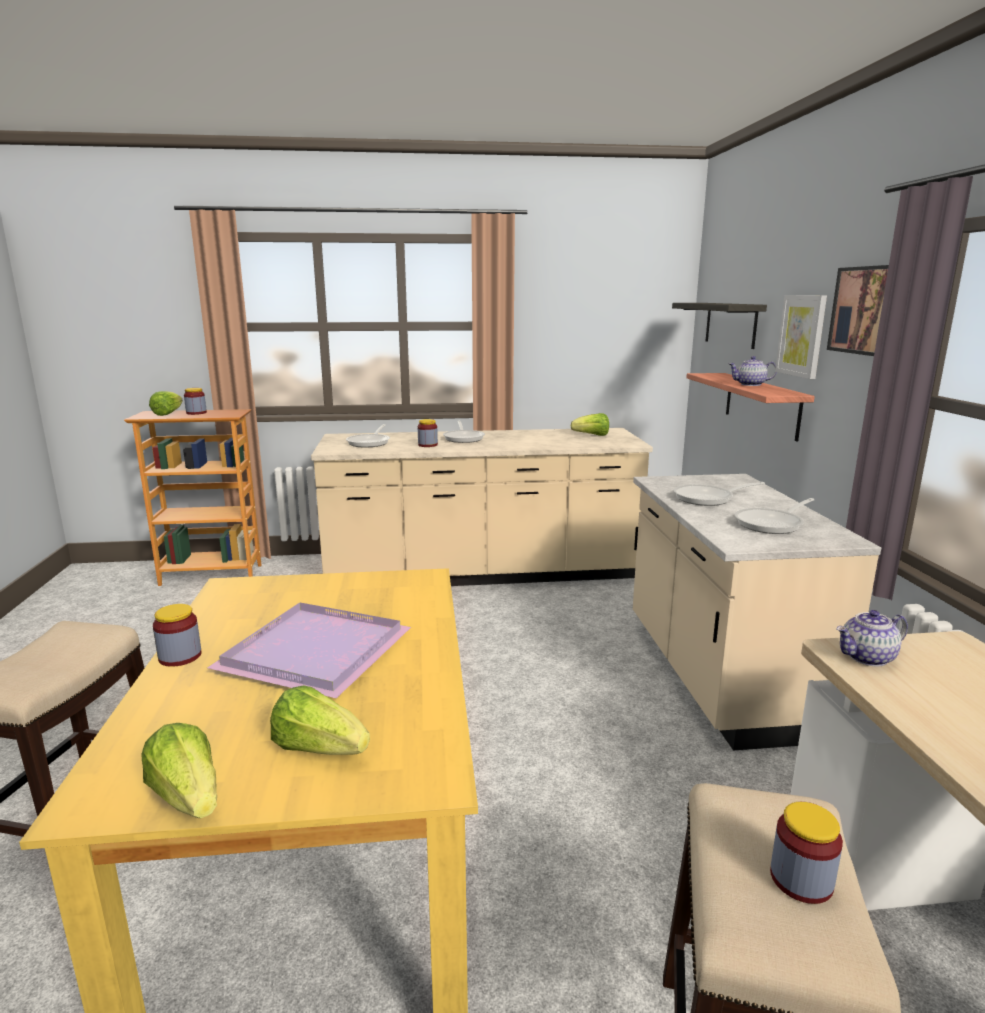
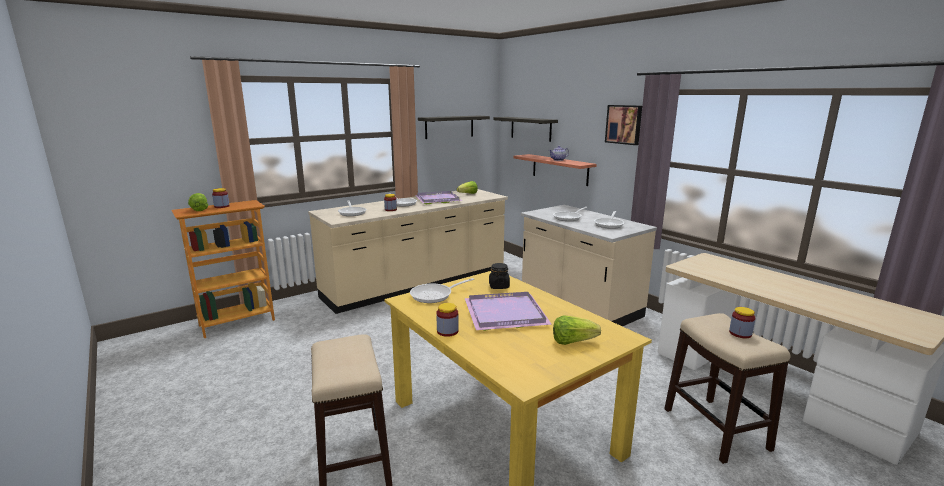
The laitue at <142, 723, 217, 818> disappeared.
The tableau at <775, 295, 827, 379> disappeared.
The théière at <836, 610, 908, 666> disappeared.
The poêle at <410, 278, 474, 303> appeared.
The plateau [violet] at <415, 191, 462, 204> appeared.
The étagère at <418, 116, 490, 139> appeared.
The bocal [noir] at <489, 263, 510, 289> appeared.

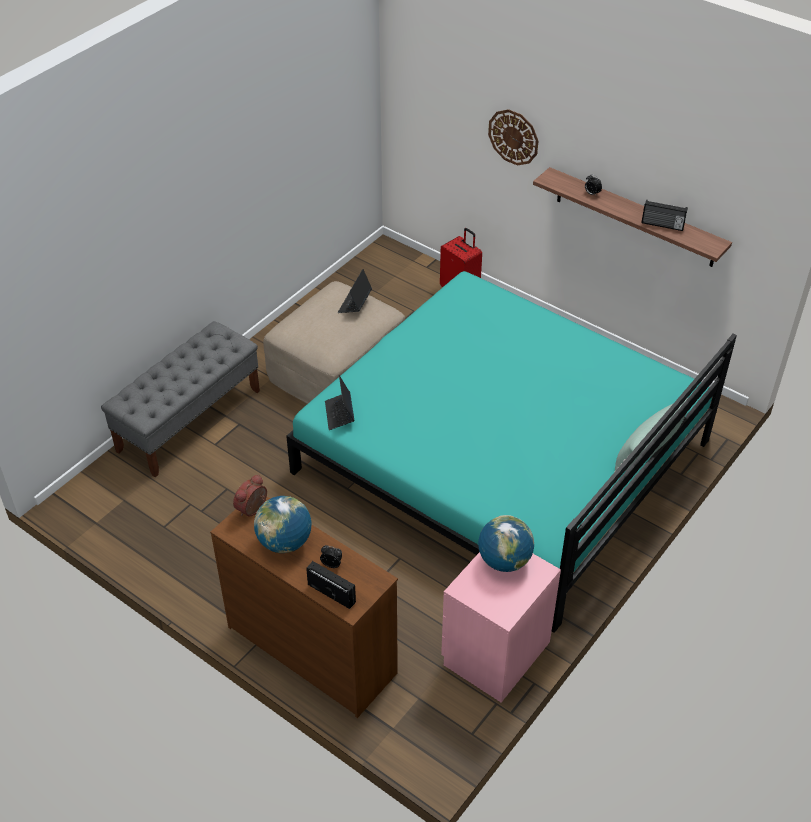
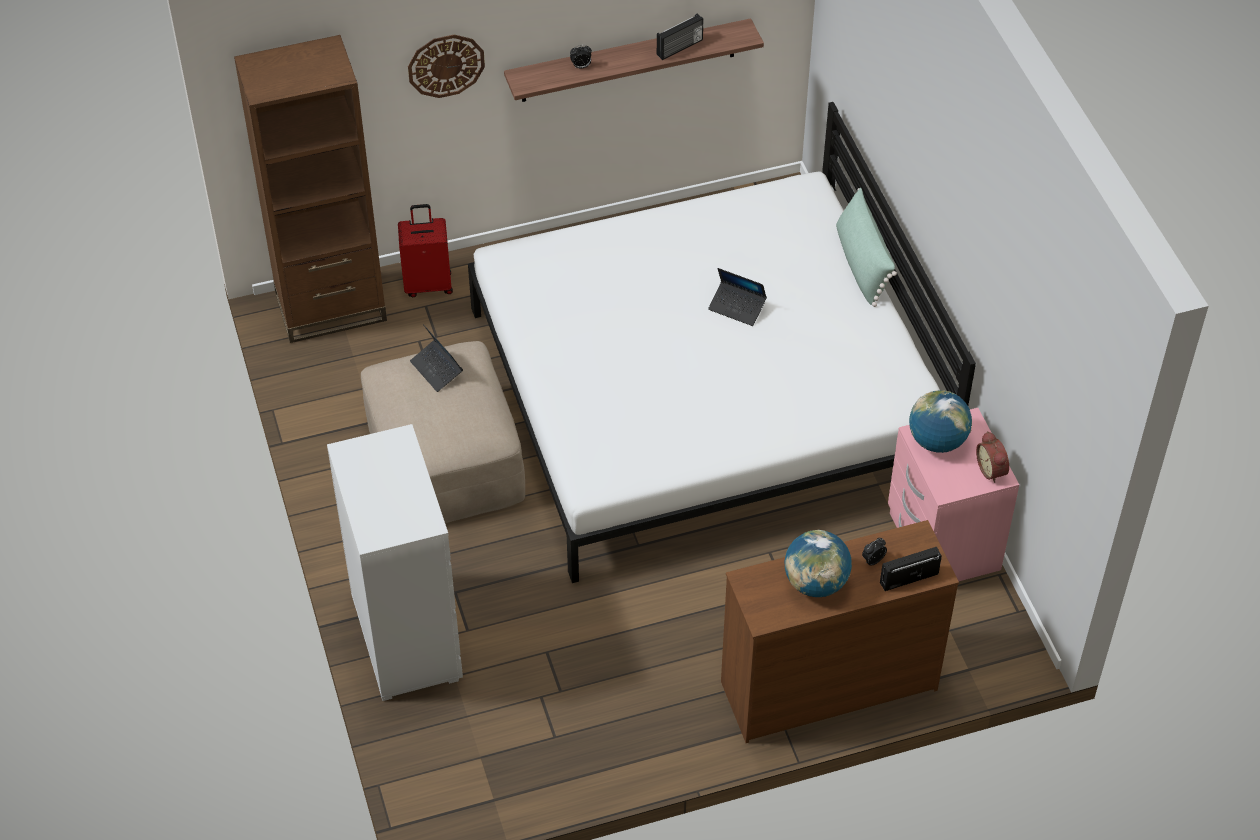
The banc [gris] at <101, 321, 260, 477> was replaced by the commode [blanc] at <327, 424, 463, 701>.
The réveil moved from <233, 475, 267, 516> to <976, 431, 1009, 483>.
The lit [turquoise] at <286, 271, 737, 633> became the lit [blanc] at <468, 102, 976, 583>.
The ordinateur portable moved from <325, 375, 355, 430> to <708, 268, 767, 326>.
The bibliothèque [marron] at <234, 35, 387, 343> appeared.

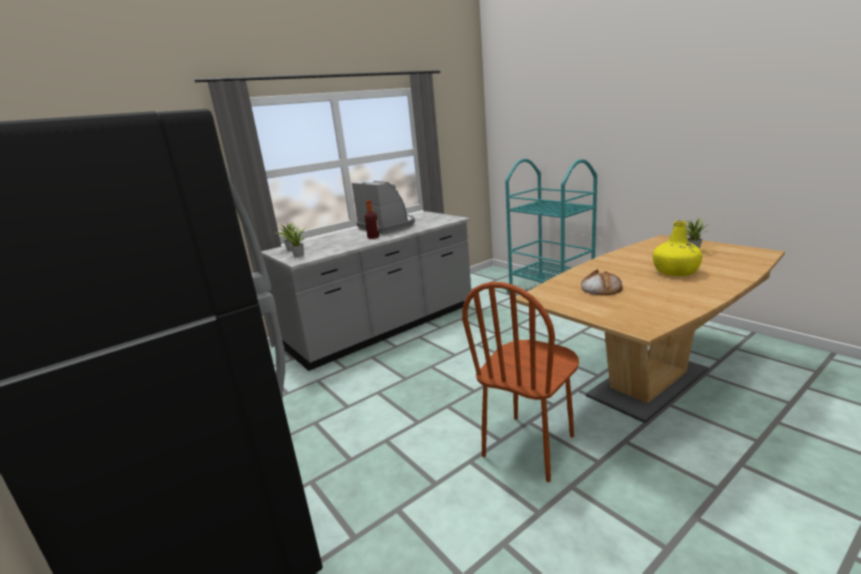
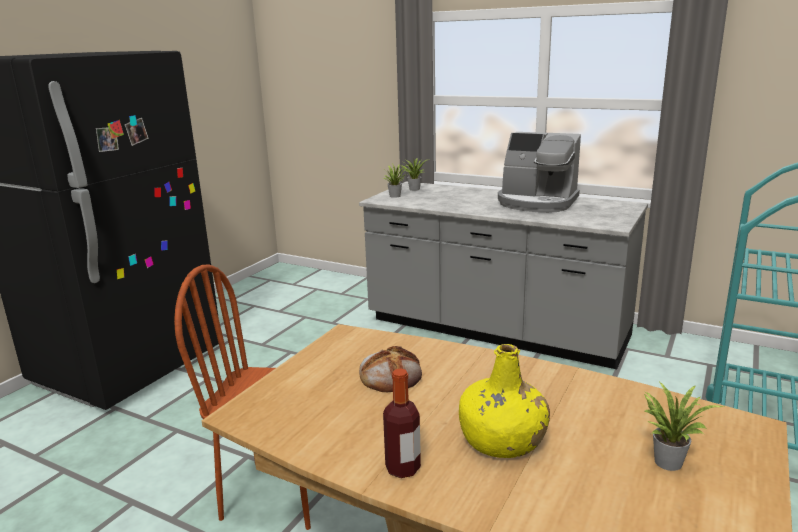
The machine à café at <352, 181, 415, 234> turned 90 degrees clockwise.
The bouteille moved from <365, 200, 379, 239> to <383, 368, 421, 478>.

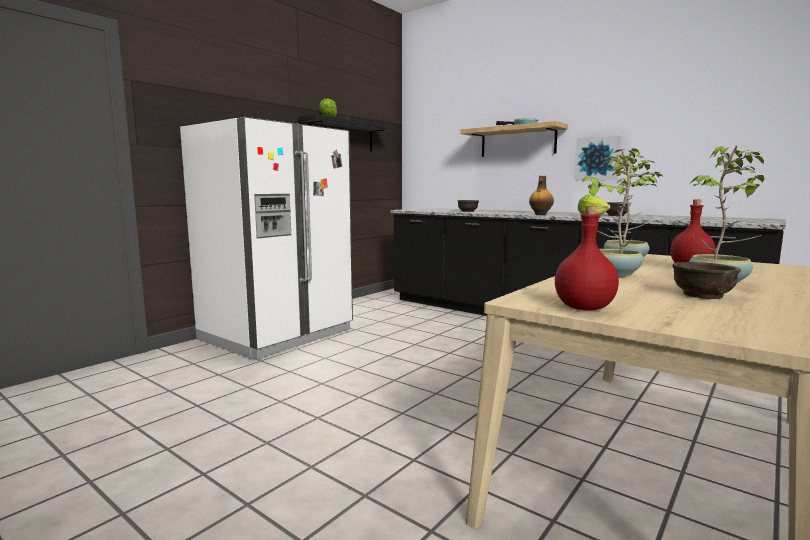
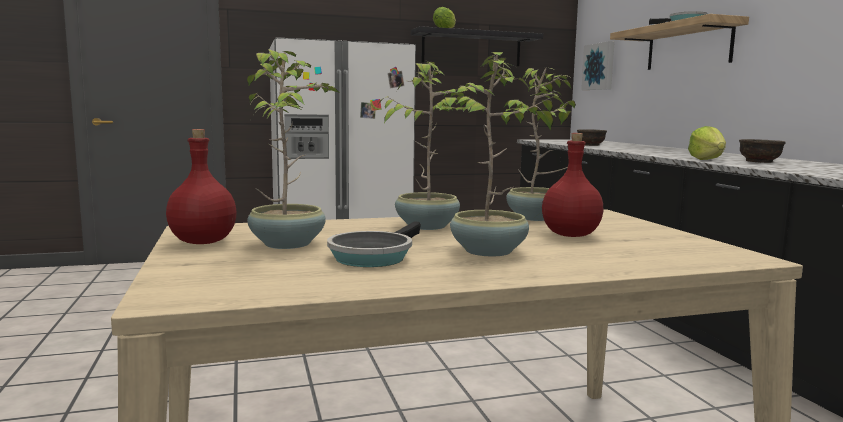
The bouteille at <529, 176, 554, 215> disappeared.
The tableau moved from <574, 136, 622, 181> to <581, 41, 615, 90>.
The bol [marron] at <672, 262, 741, 299> was replaced by the poêle at <327, 221, 421, 267>.
The plante en pot at <247, 49, 338, 249> appeared.

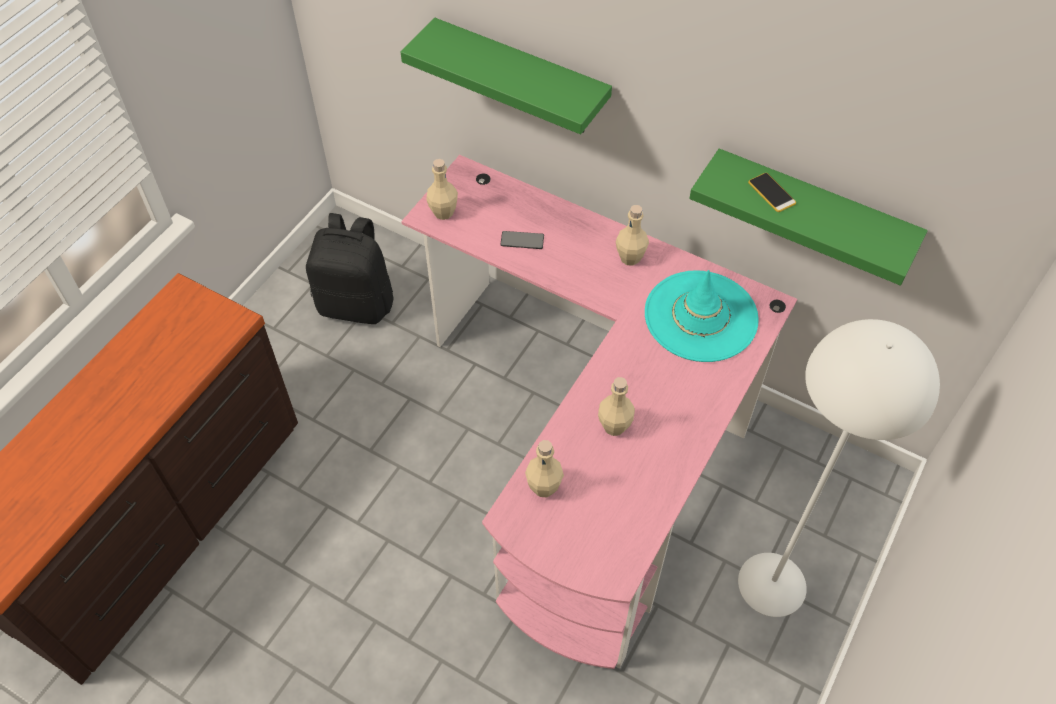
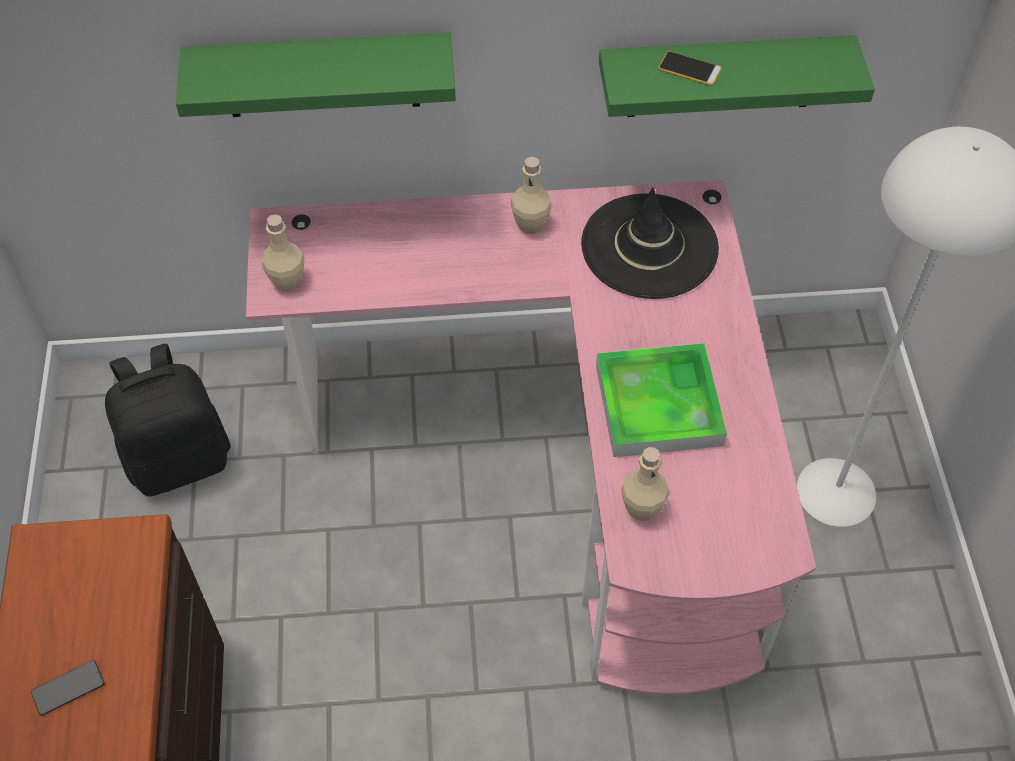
The téléphone moved from <500, 231, 544, 249> to <31, 660, 104, 716>.
The bouteille [beige] at <598, 377, 635, 436> was replaced by the plateau at <596, 343, 727, 457>.
The chapeau [turquoise] at <645, 270, 759, 362> became the chapeau [noir] at <581, 188, 719, 299>.

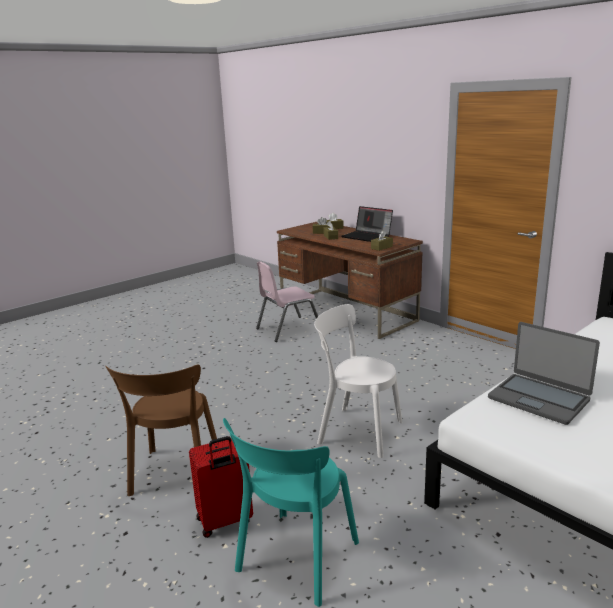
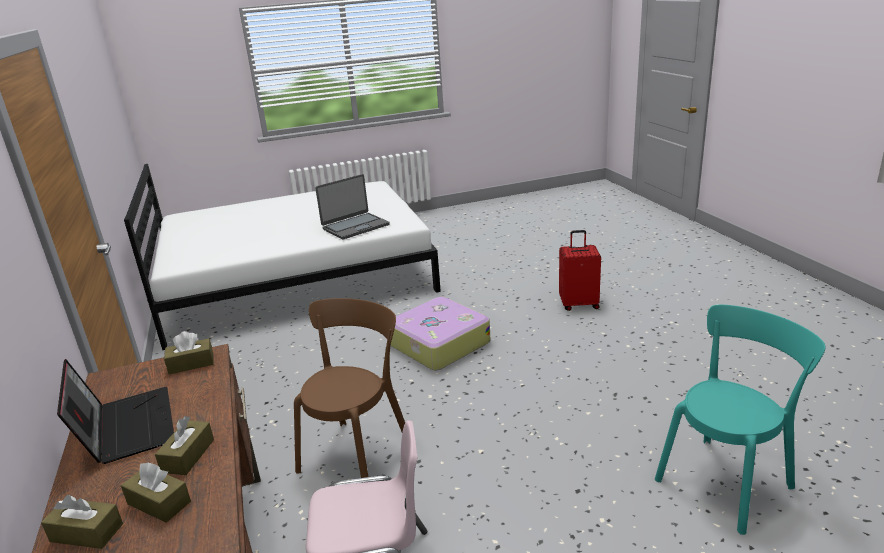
The chaise [marron] moved from <105, 364, 217, 496> to <294, 298, 405, 478>.
The chaise [turquoise] moved from <223, 418, 359, 607> to <655, 305, 826, 535>.
The chaise [blanc] at <314, 304, 402, 458> was replaced by the valise at <391, 297, 491, 370>.
The ordinateur portable at <488, 322, 600, 425> turned 75 degrees clockwise.

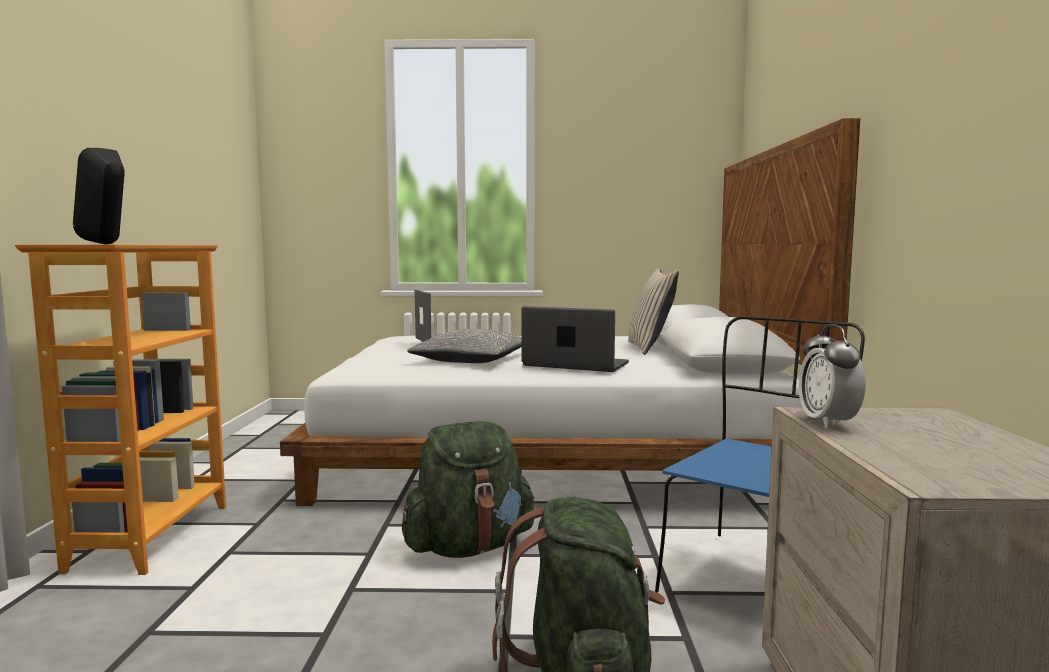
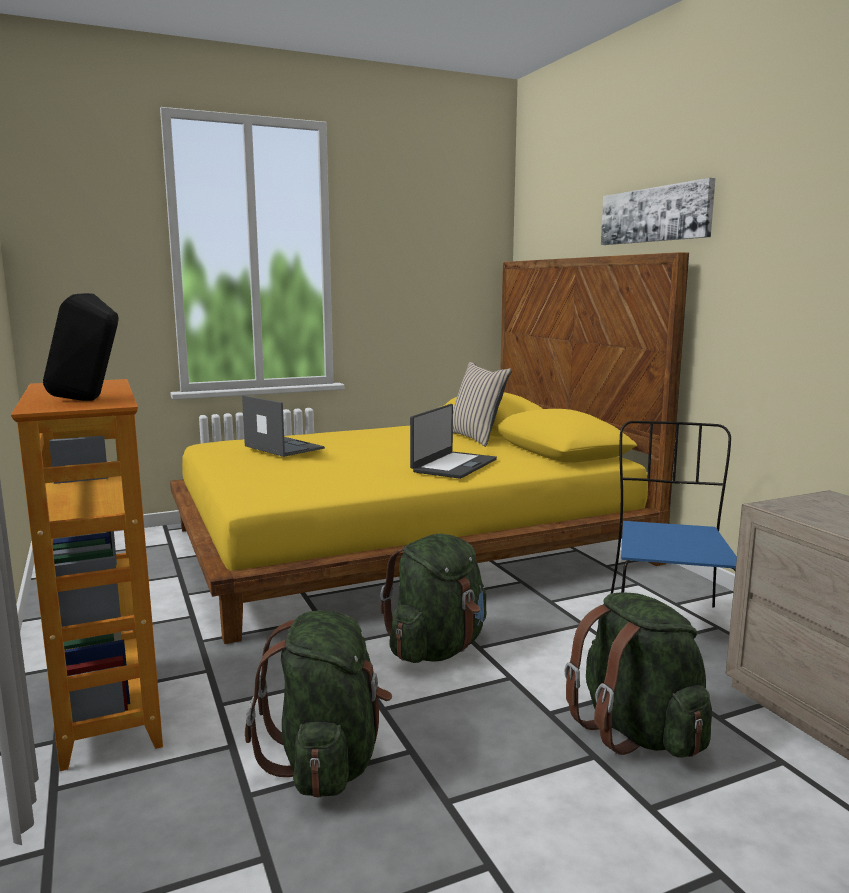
The lit [blanc] at <280, 118, 860, 506> became the lit [jaune] at <170, 252, 689, 644>.
The coussin [gris] at <407, 329, 522, 363> disappeared.
The ordinateur portable at <522, 306, 629, 372> turned 120 degrees clockwise.
The réveil at <798, 324, 866, 428> disappeared.
The sac à dos [vert] at <245, 610, 392, 798> appeared.
The tableau at <601, 178, 716, 245> appeared.

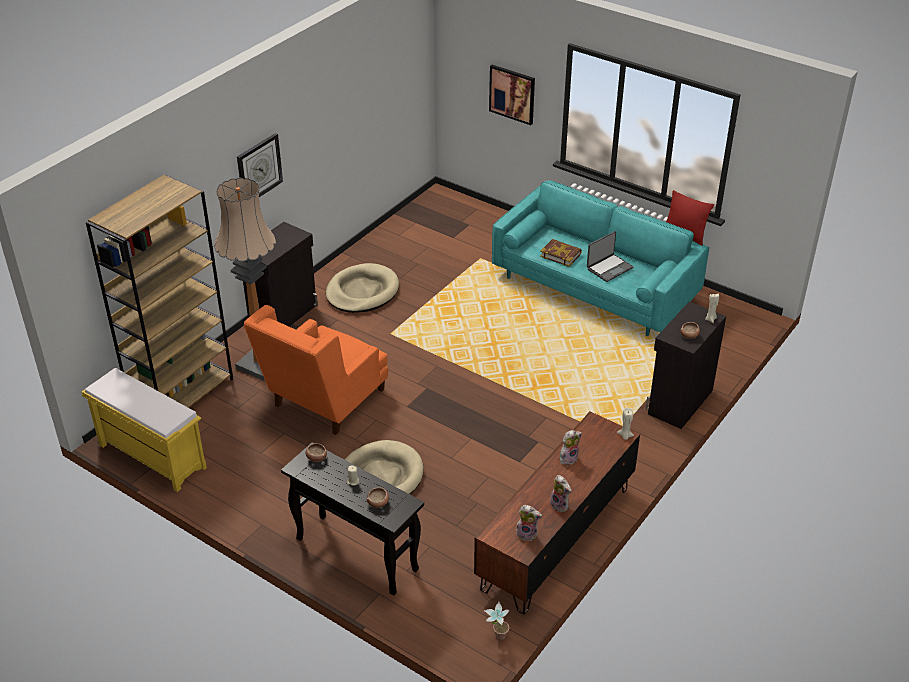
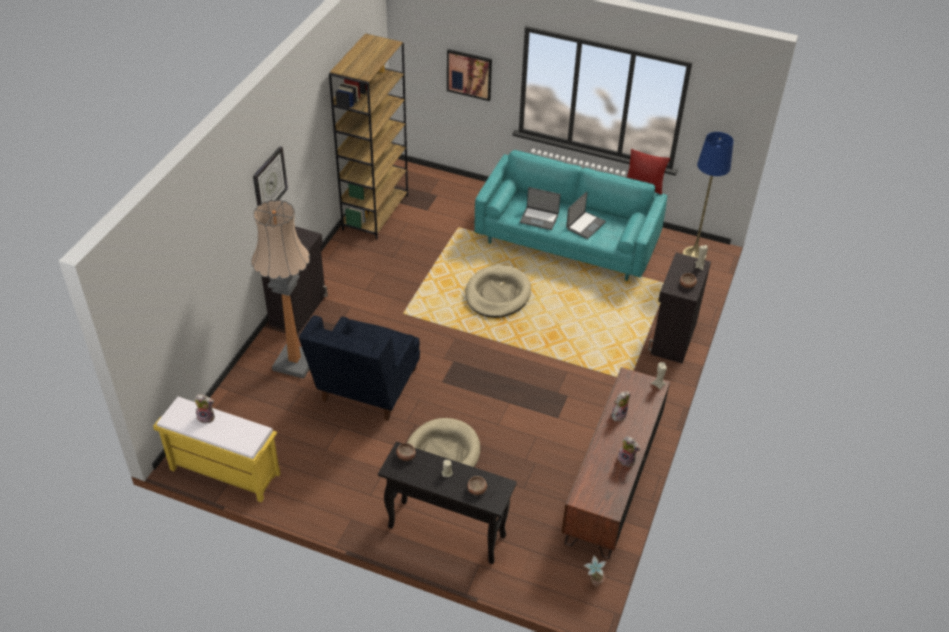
The bibliothèque [marron] moved from <86, 175, 233, 408> to <329, 34, 408, 240>.
The fauteuil [orange] at <244, 305, 388, 435> became the fauteuil [bleu] at <299, 315, 420, 420>.
The panier pour chien [beige] moved from <326, 263, 399, 313> to <465, 265, 531, 318>.
The peluche moved from <516, 505, 542, 541> to <194, 394, 215, 424>.
The livre at <540, 239, 582, 267> was replaced by the ordinateur portable at <520, 187, 561, 230>.
The lampadaire [bleu] at <682, 132, 734, 260> appeared.

